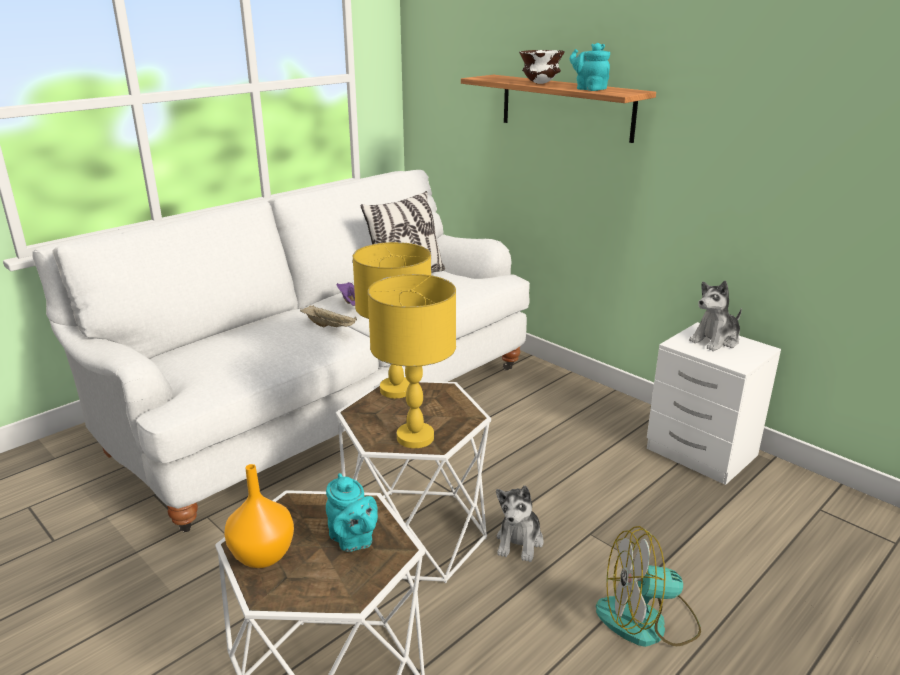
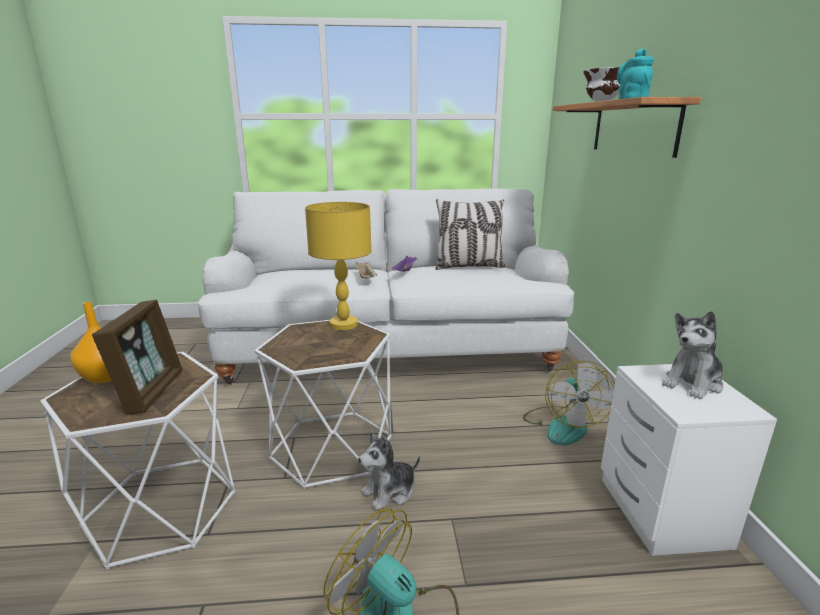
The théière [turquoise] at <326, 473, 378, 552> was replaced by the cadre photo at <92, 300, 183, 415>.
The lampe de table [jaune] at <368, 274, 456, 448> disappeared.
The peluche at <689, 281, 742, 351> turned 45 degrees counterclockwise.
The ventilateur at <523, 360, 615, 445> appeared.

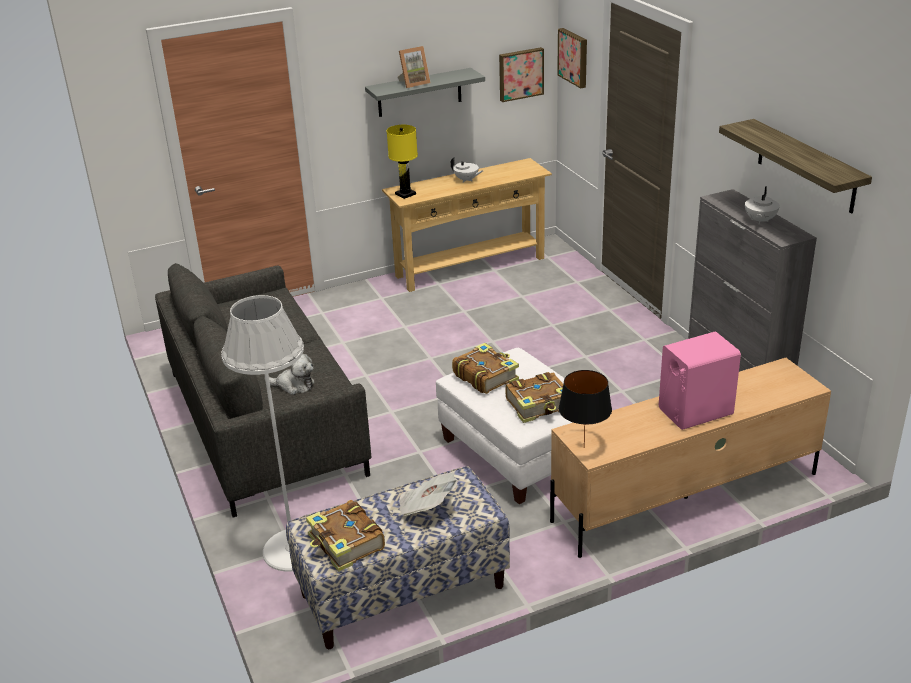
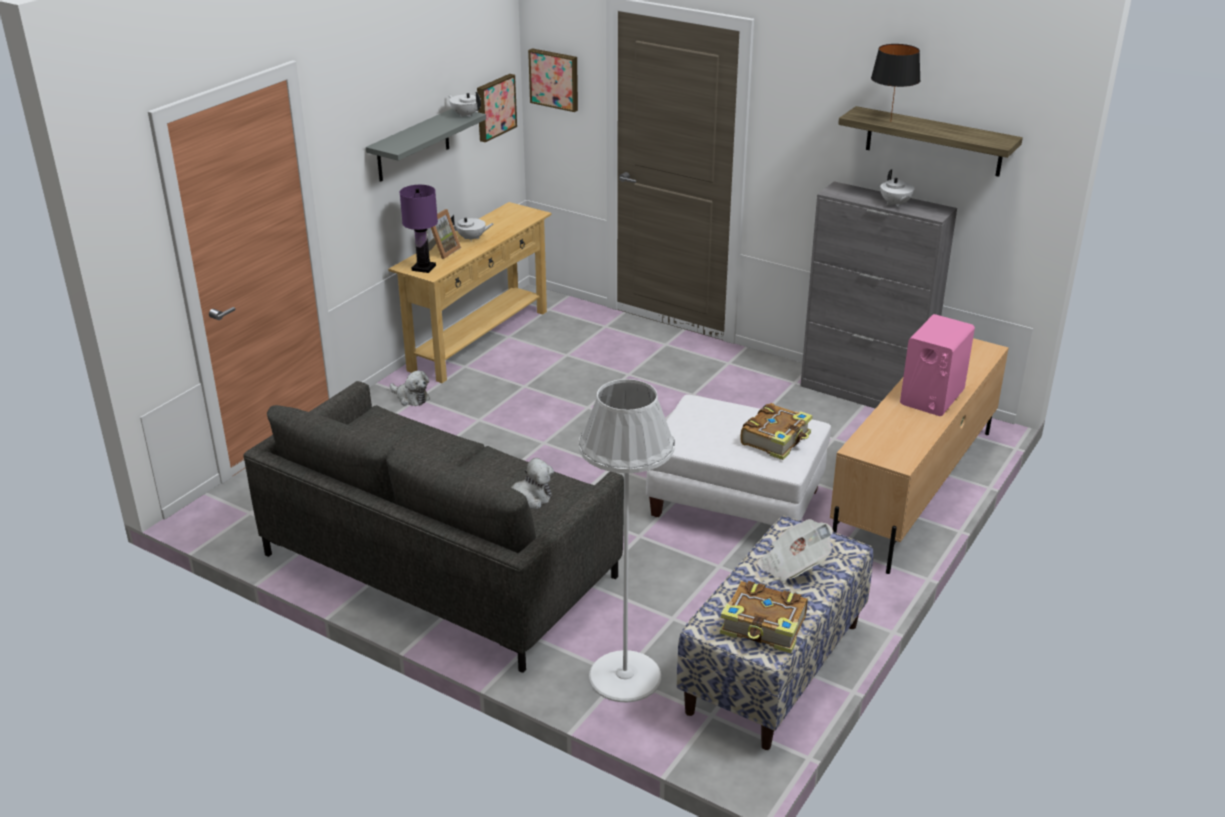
The lampe de table [jaune] at <387, 125, 418, 199> became the lampe de table [violet] at <400, 185, 438, 273>.
The cadre photo moved from <398, 46, 431, 88> to <428, 209, 461, 259>.
The livre at <452, 343, 519, 394> disappeared.
The lampe de table [noir] moved from <559, 370, 612, 447> to <871, 44, 921, 122>.
The peluche at <390, 371, 430, 406> appeared.
The théière [blanc] at <448, 92, 481, 117> appeared.

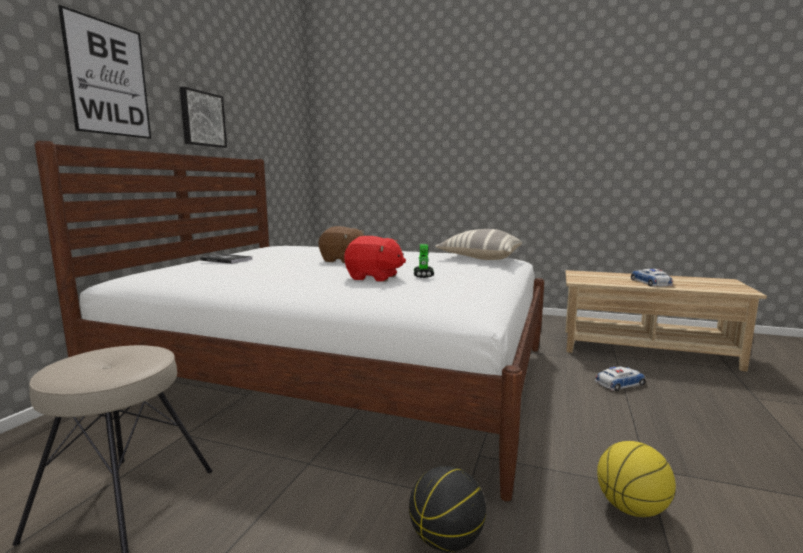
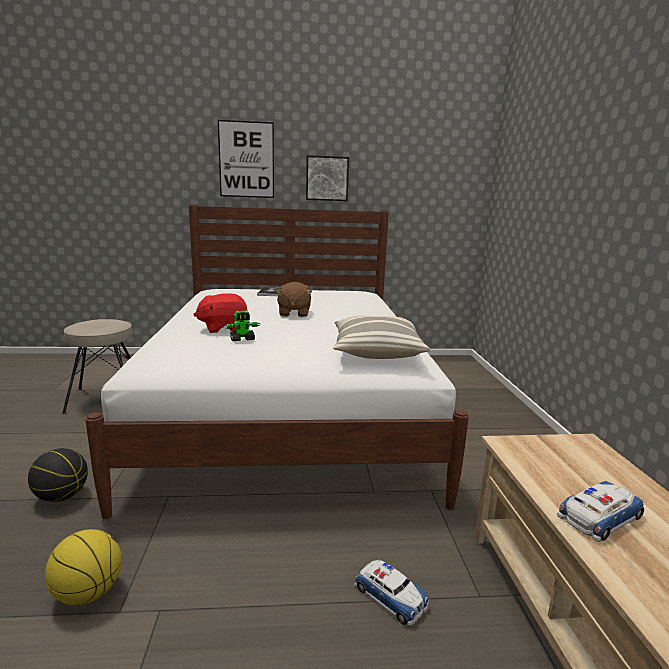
The peluche [rouge] at <344, 236, 406, 282> turned 75 degrees clockwise.

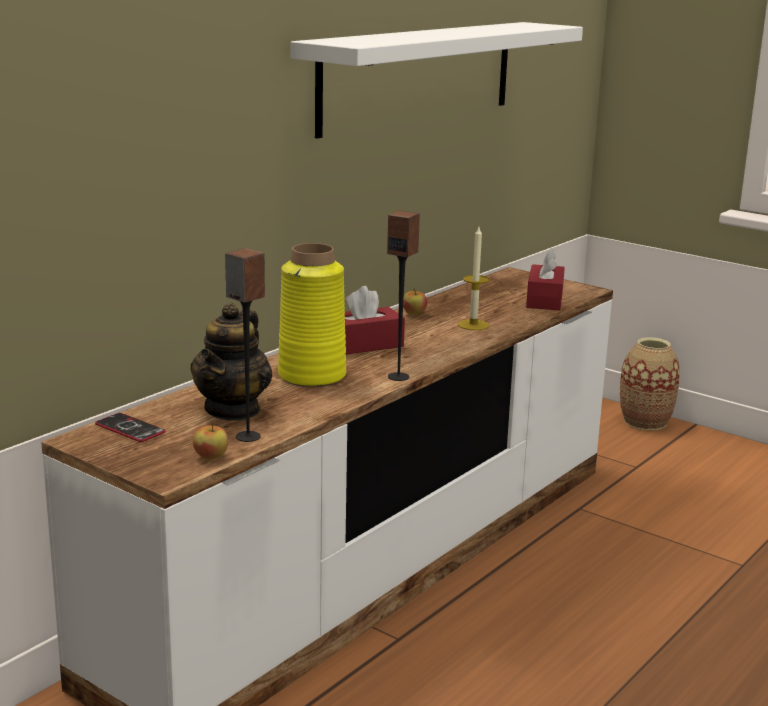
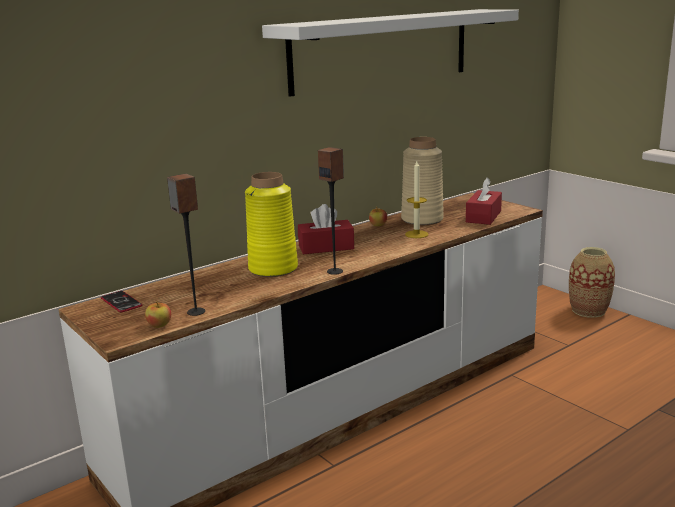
The théière at <190, 302, 273, 421> disappeared.
The vase [beige] at <401, 137, 444, 225> appeared.

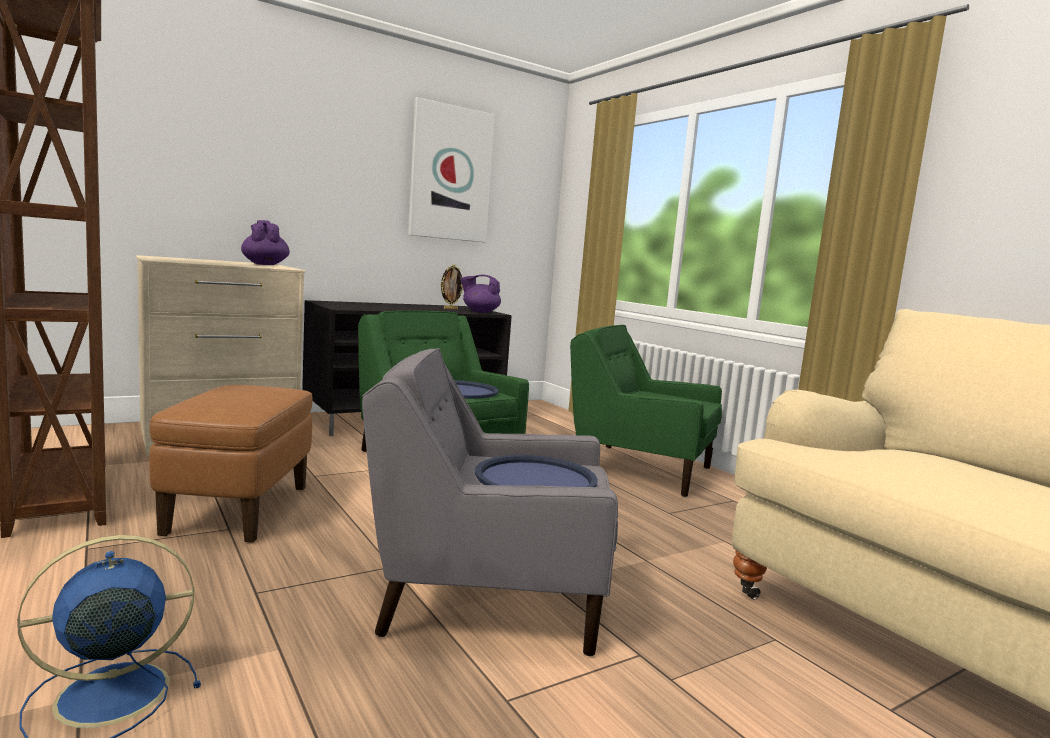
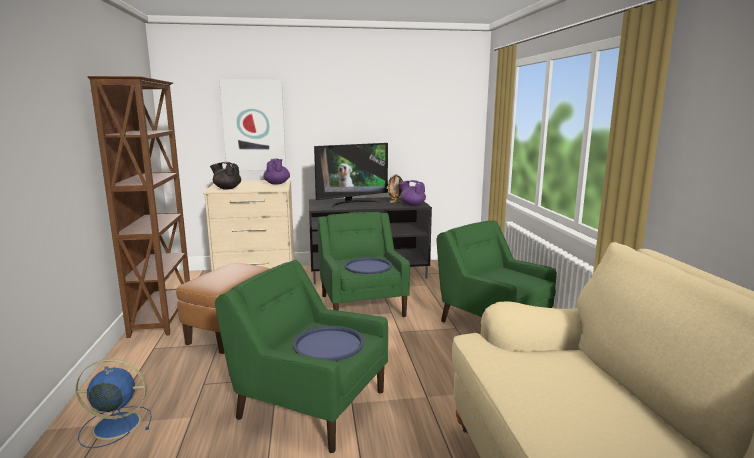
The fauteuil [gris] at <362, 348, 618, 656> became the fauteuil [vert] at <215, 260, 388, 453>.
The tableau moved from <408, 97, 495, 242> to <219, 79, 286, 171>.
The théière [noir] at <210, 162, 241, 190> appeared.
The téléviseur at <314, 143, 388, 208> appeared.

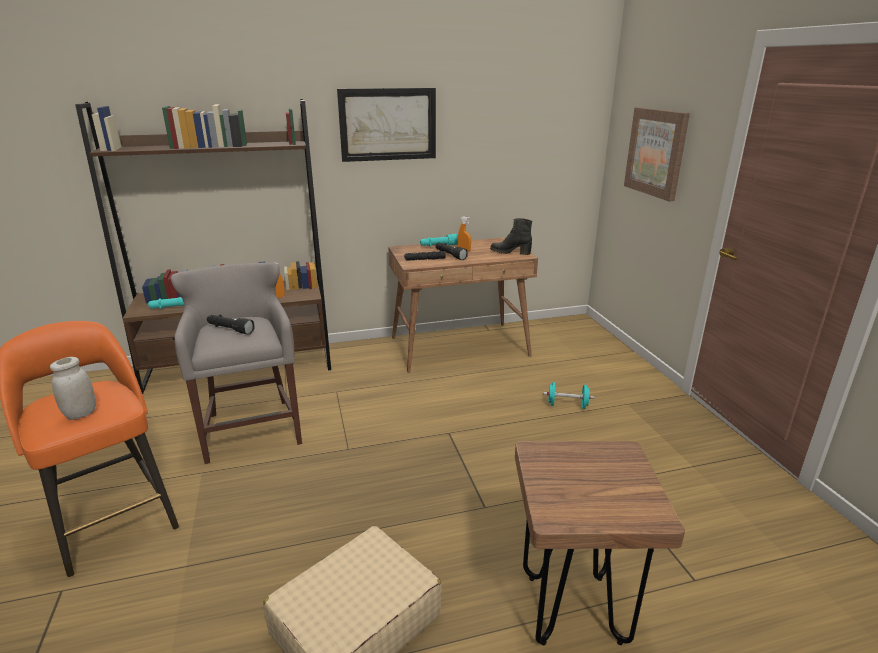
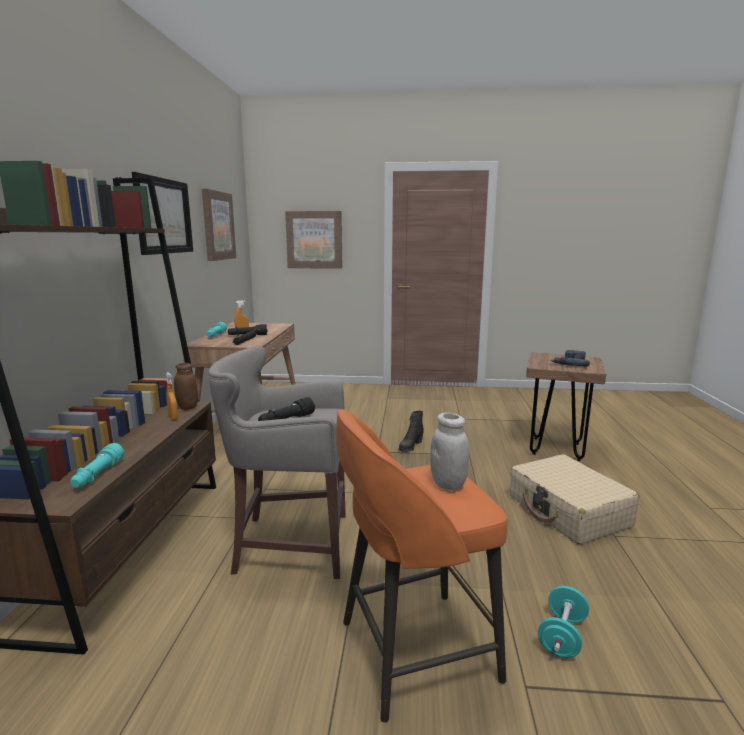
The botte [noir] moved from <490, 218, 532, 255> to <399, 411, 424, 452>.
The haltère [turquoise] moved from <543, 382, 594, 409> to <538, 586, 589, 658>.
The bocal [marron] at <174, 363, 198, 410> appeared.
The tableau at <202, 189, 236, 261> appeared.
The perceuse at <550, 350, 590, 367> appeared.

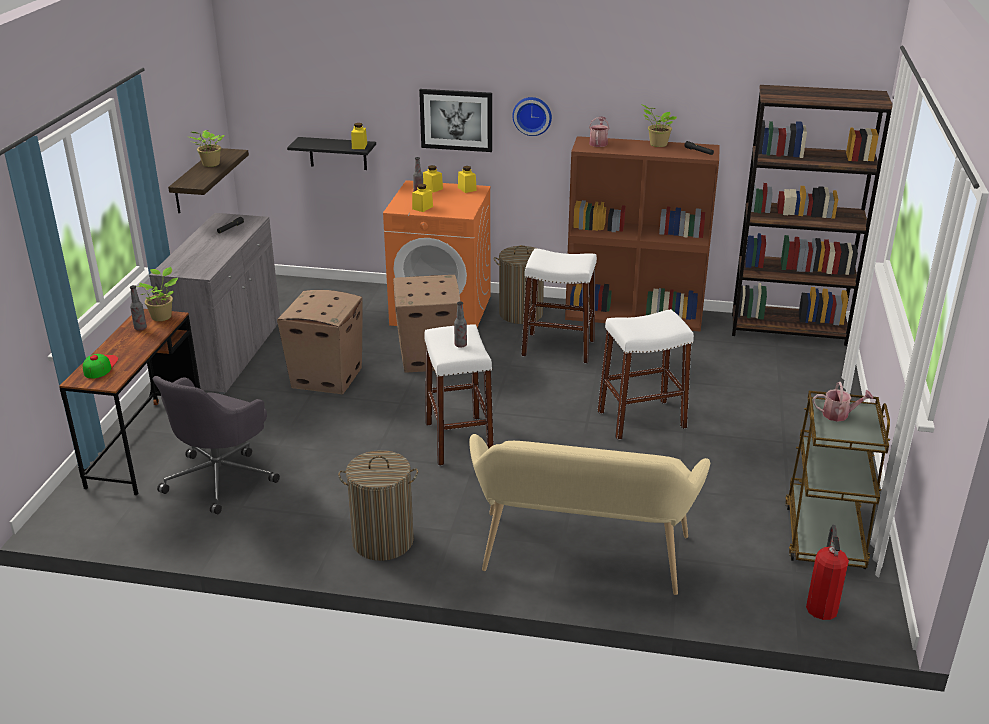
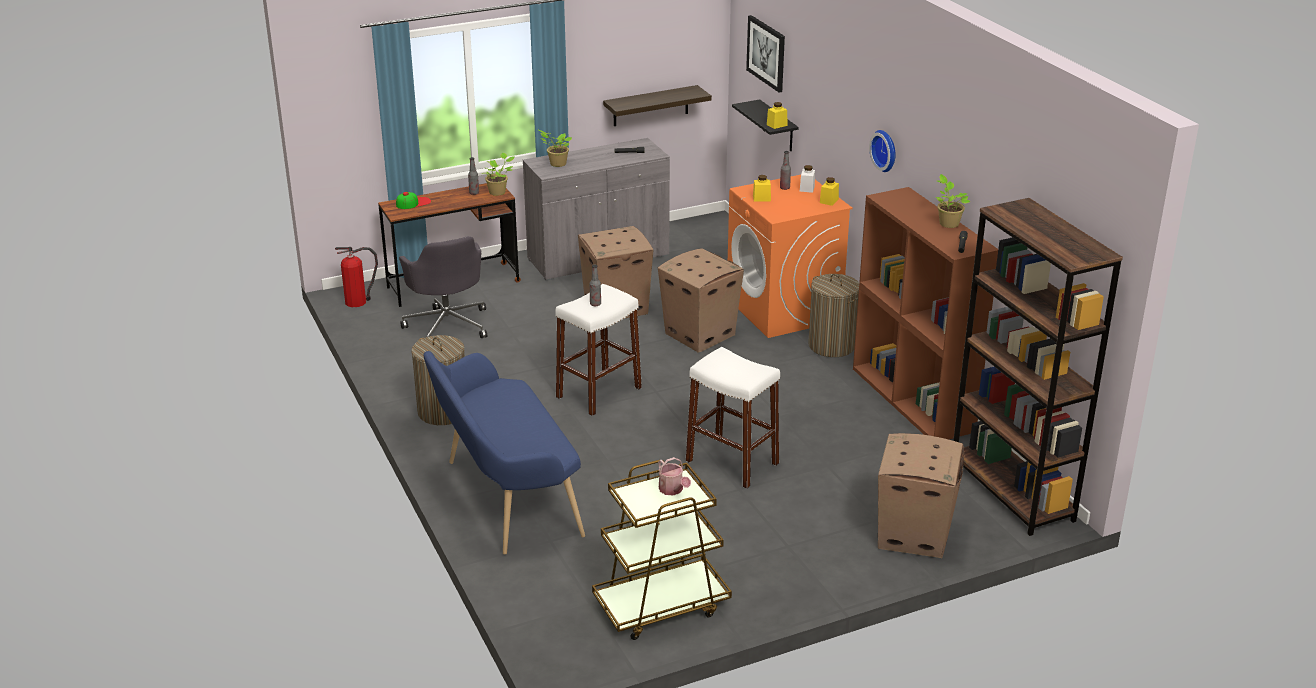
The chaise de bureau [gris] at <153, 376, 280, 514> turned 105 degrees counterclockwise.
The plante en pot moved from <190, 130, 224, 167> to <539, 130, 572, 167>.
The tableau moved from <419, 89, 492, 152> to <746, 15, 785, 92>.
The bocal [jaune] at <423, 165, 443, 193> became the bocal [blanc] at <800, 165, 815, 193>.
The banc [beige] at <469, 434, 710, 595> became the banc [bleu] at <423, 351, 585, 555>.
The tabouret [blanc] at <521, 248, 597, 364> disappeared.
The arrosoir at <589, 116, 610, 147> disappeared.
The extincteur moved from <806, 524, 849, 620> to <335, 247, 378, 307>.
The carton at <878, 433, 964, 558> appeared.

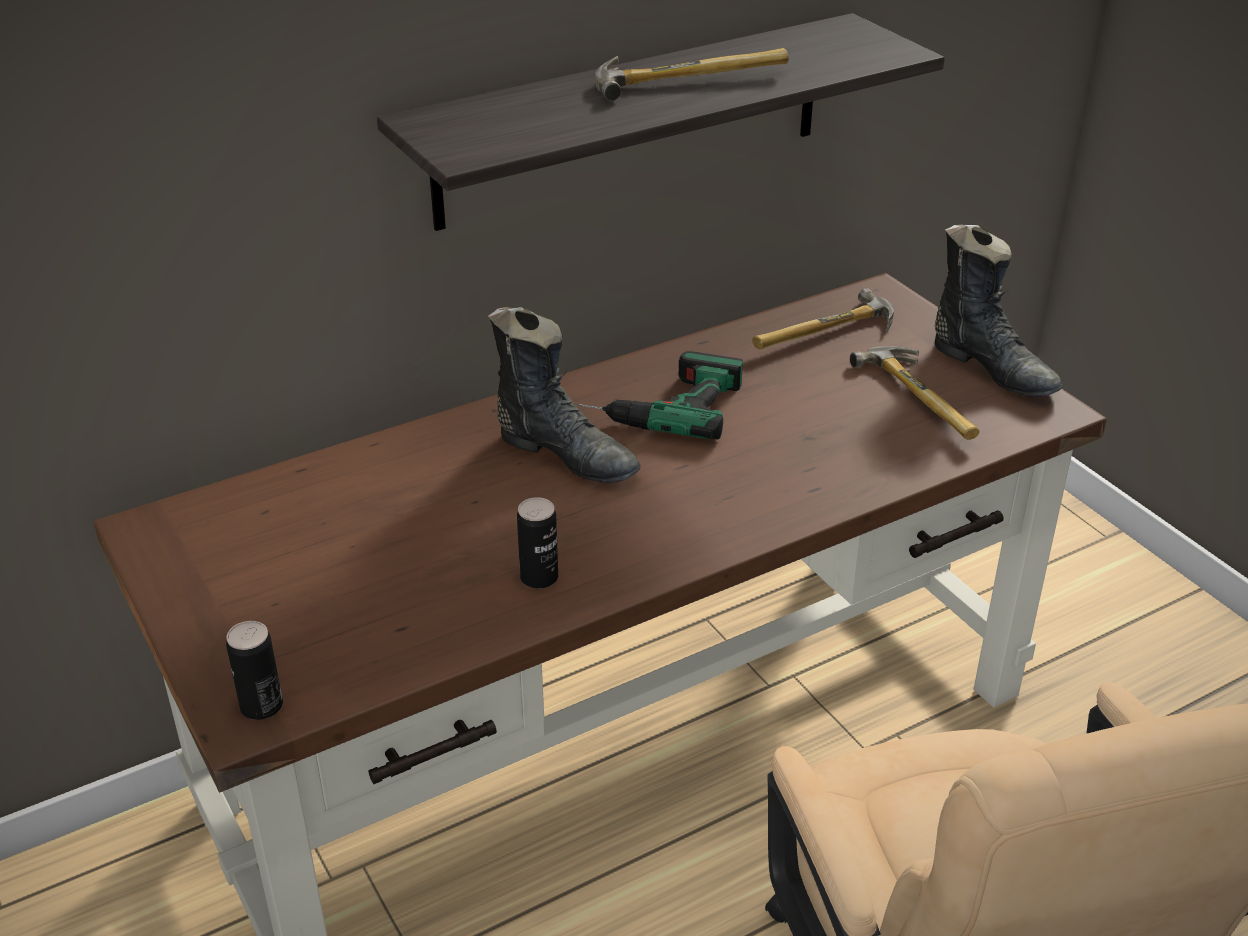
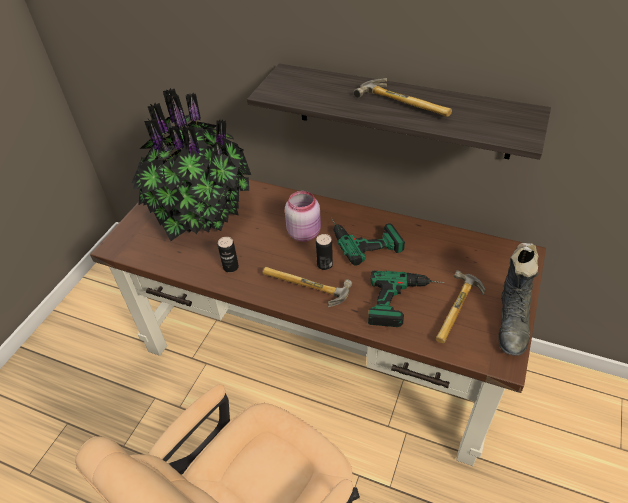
The boîte métallique moved from <226, 621, 283, 720> to <316, 234, 333, 270>.
The botte [noir] at <488, 307, 641, 483> was replaced by the bocal [rose] at <285, 191, 321, 242>.
The marteau moved from <752, 288, 894, 350> to <262, 267, 352, 307>.
The plante en pot at <132, 88, 251, 241> appeared.
The perceuse at <368, 271, 445, 327> appeared.

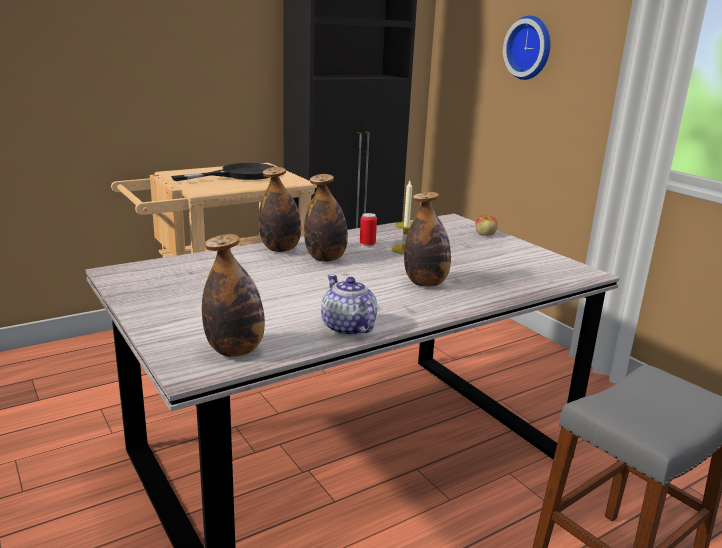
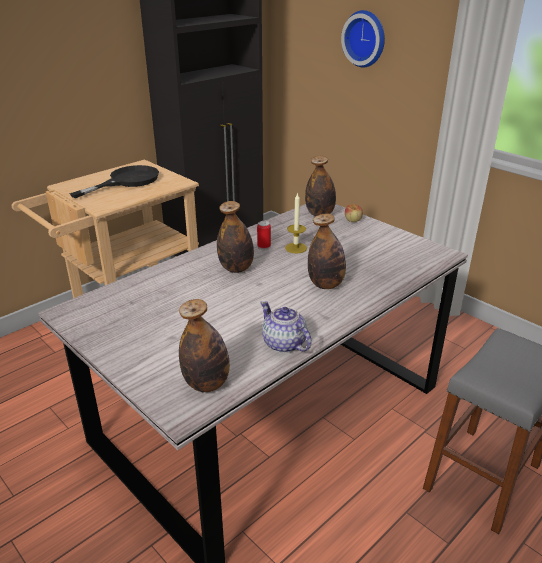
The bouteille moved from <258, 167, 301, 252> to <305, 156, 336, 216>.

